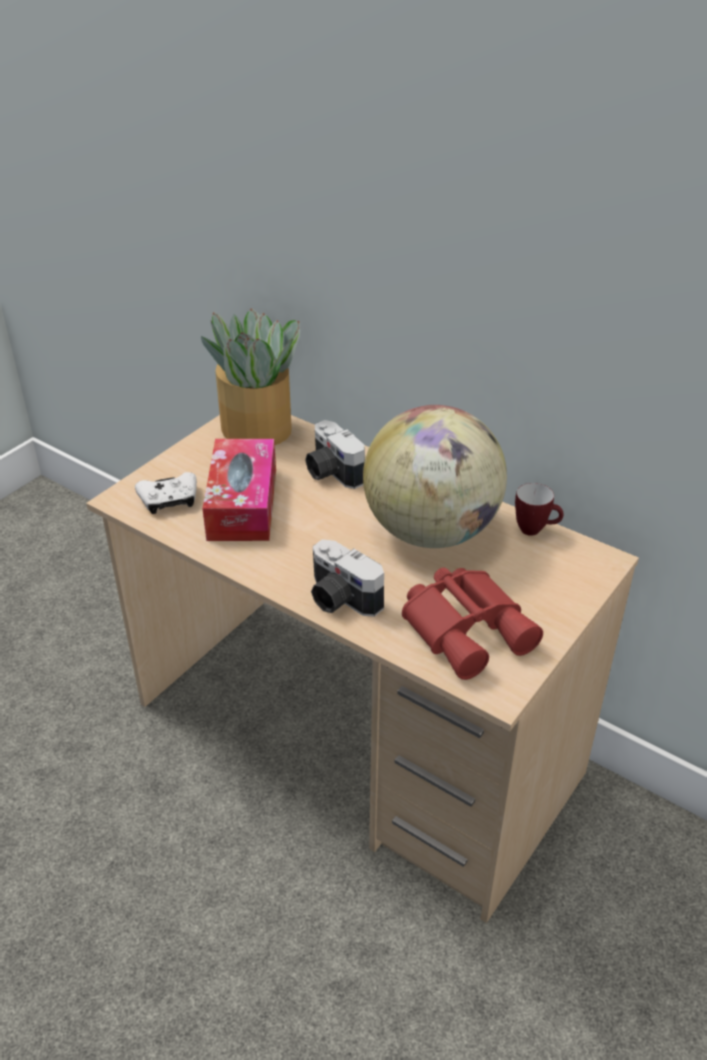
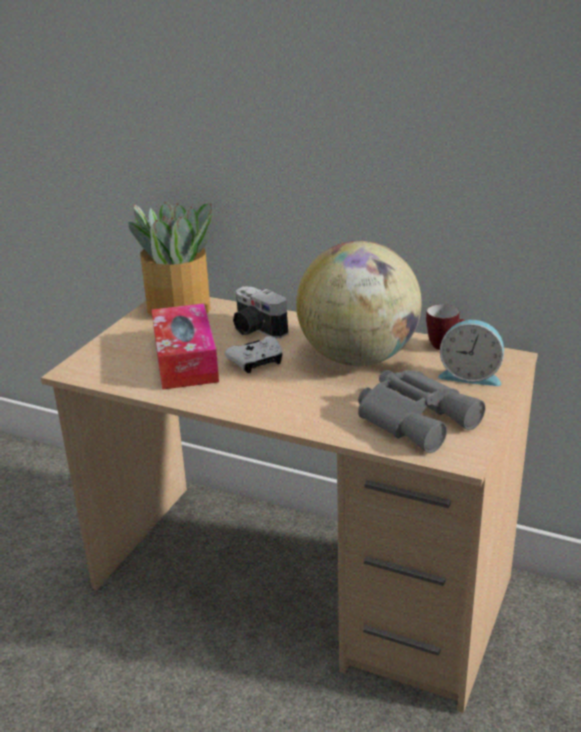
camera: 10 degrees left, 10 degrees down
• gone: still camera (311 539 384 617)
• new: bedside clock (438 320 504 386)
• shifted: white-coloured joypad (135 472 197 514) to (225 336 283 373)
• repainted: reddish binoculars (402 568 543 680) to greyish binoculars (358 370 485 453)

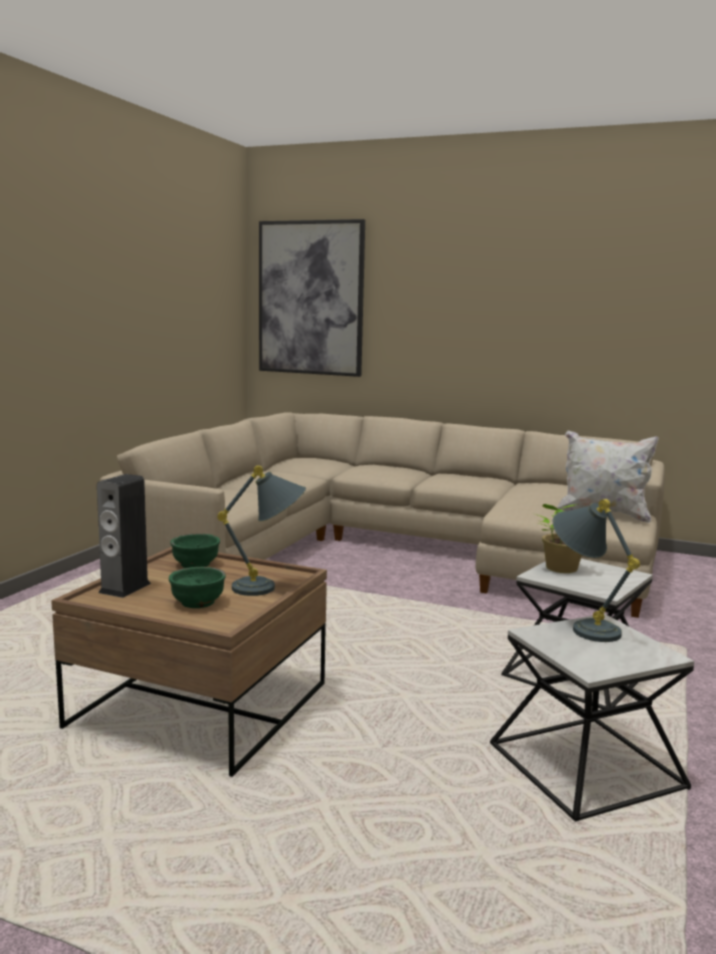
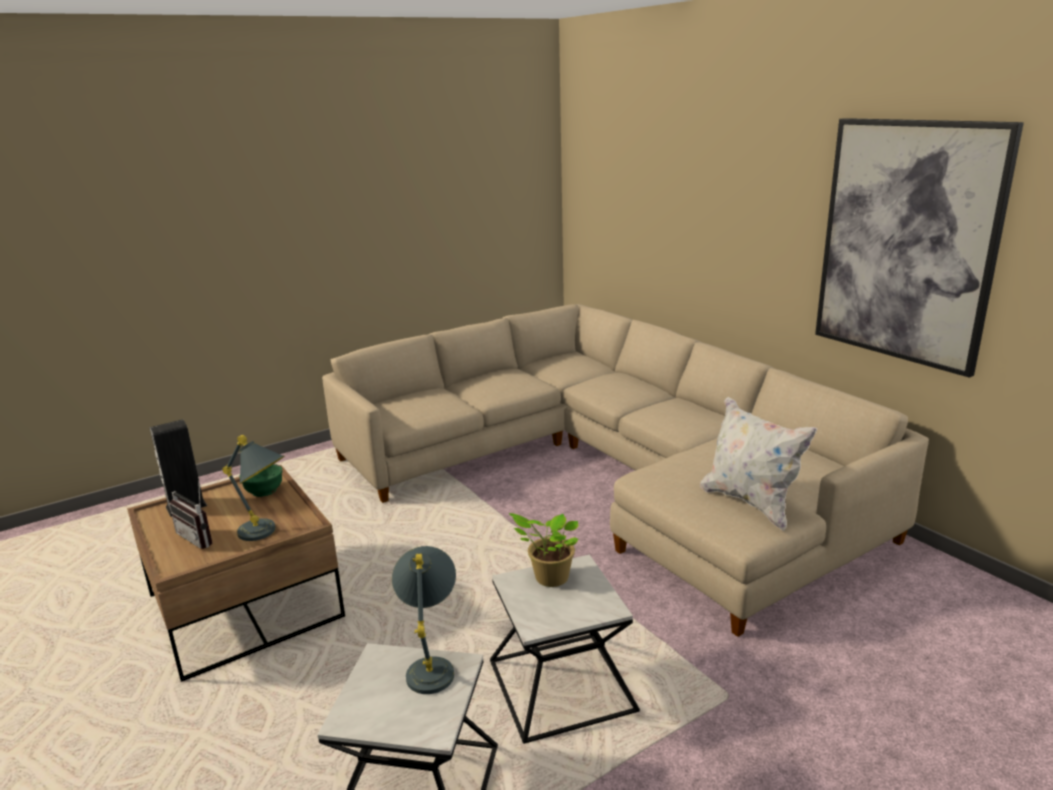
camera: 35 degrees right, 10 degrees up
• shifted: wall art (259 219 365 377) to (815 118 1024 378)
• swapped: green-coloured serving bowl (169 567 226 608) to radio set (169 478 213 549)

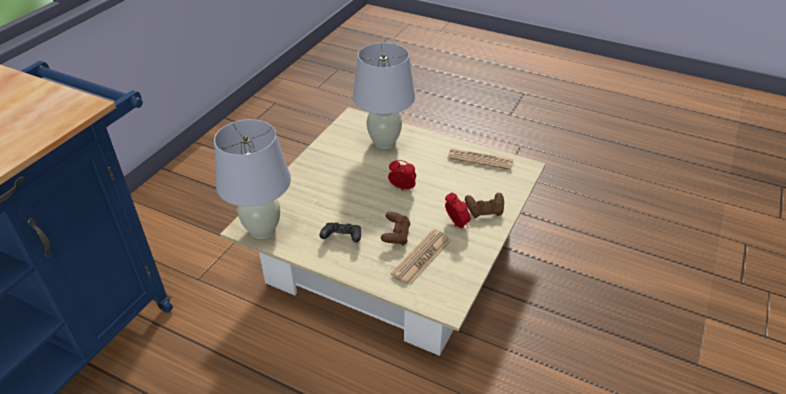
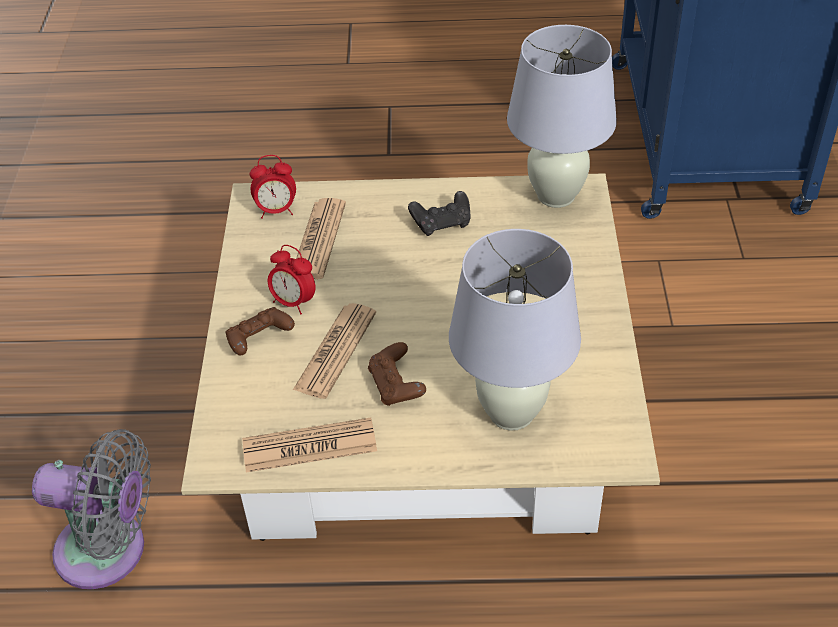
camera: 155 degrees right, 5 degrees up
• new: greyish electric fan (32 429 151 589)
• new: printed paper (293 303 376 399)
• shifted: brown joypad (381 212 410 246) to (368 342 426 406)
• shifted: bedside clock (388 160 416 190) to (250 155 296 219)

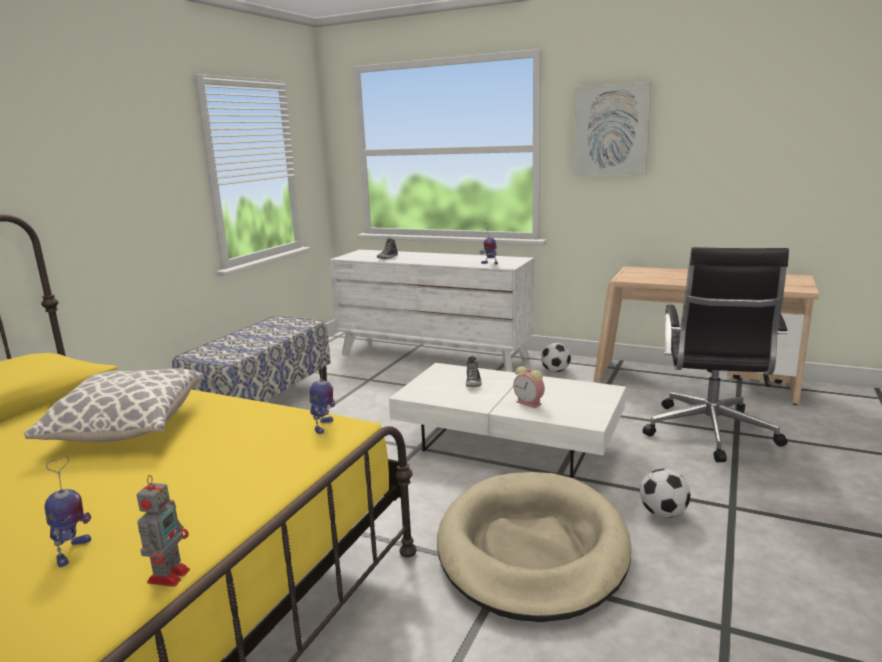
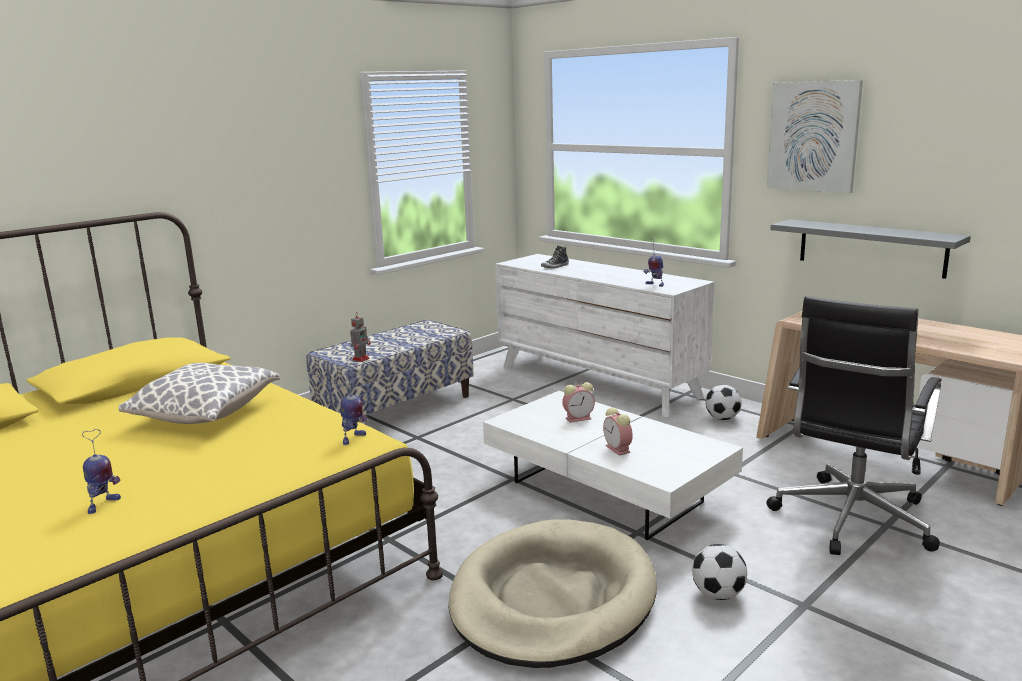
camera: 20 degrees right, 0 degrees up
• new: greyish wall shelf (770 219 971 279)
• shifted: toy robot (136 475 190 587) to (350 313 371 362)
• swapped: low shoe (466 356 482 388) to bedside clock (562 382 595 423)

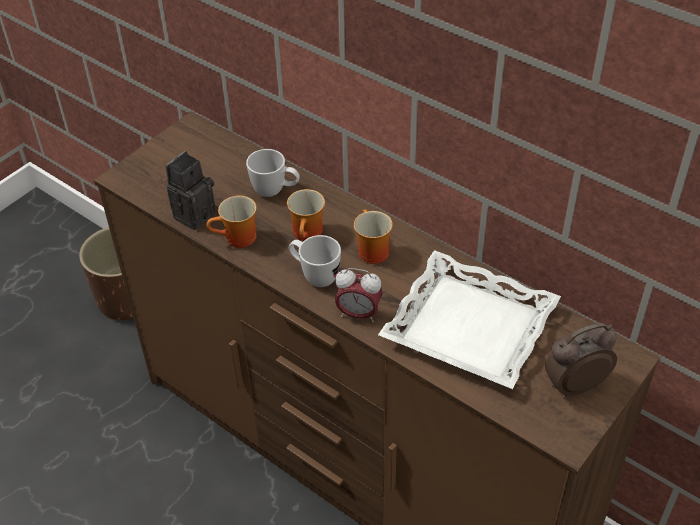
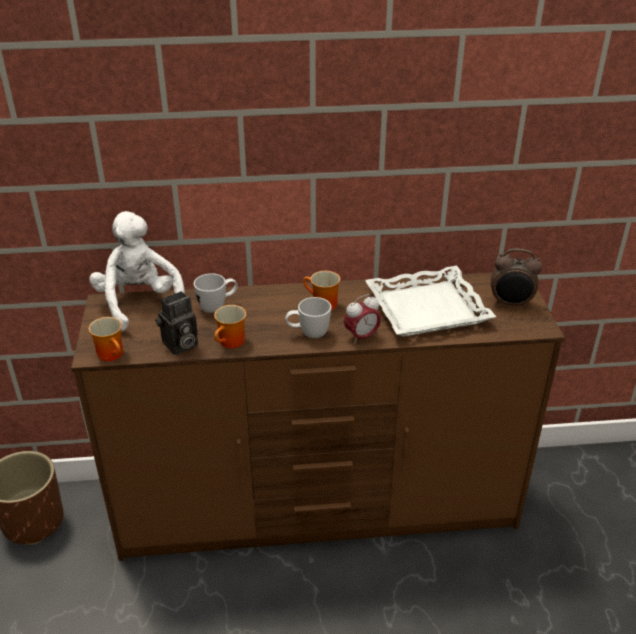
camera: 45 degrees left, 10 degrees down
• new: white-coloured soft toy (89 211 184 332)
• shifted: mug (287 189 325 241) to (89 317 123 361)
• rotated: still camera (166 151 216 230) = (155 291 198 355) 120 degrees counterclockwise
• rotated: bedside clock (545 323 617 399) = (491 249 542 308) 105 degrees counterclockwise

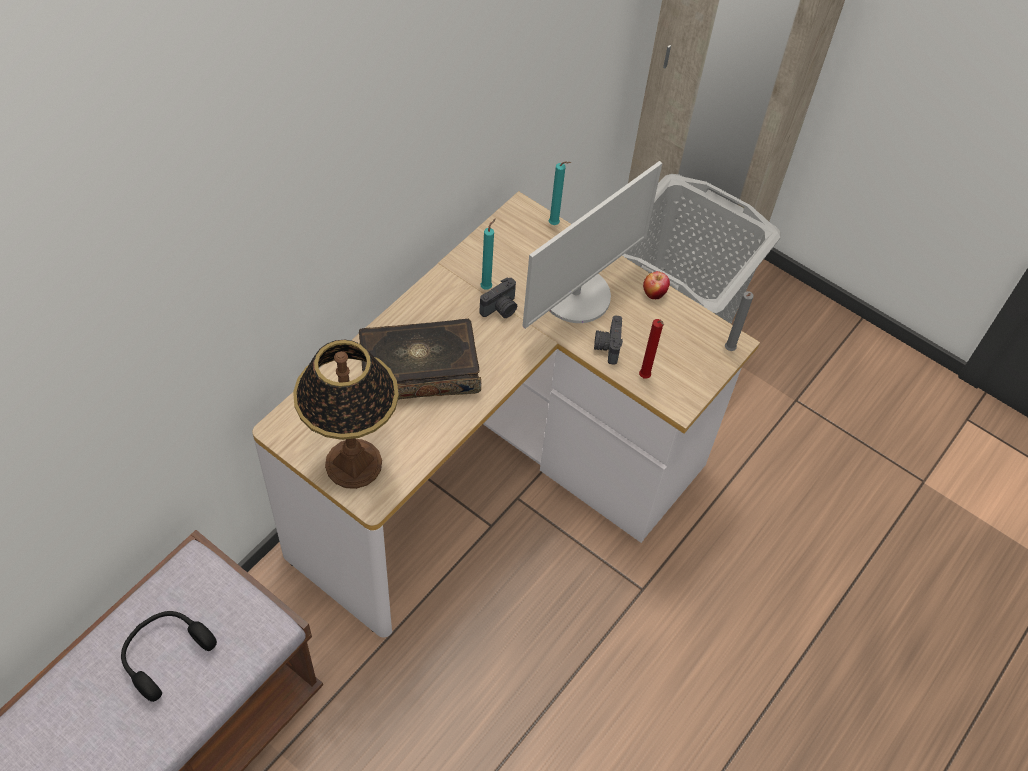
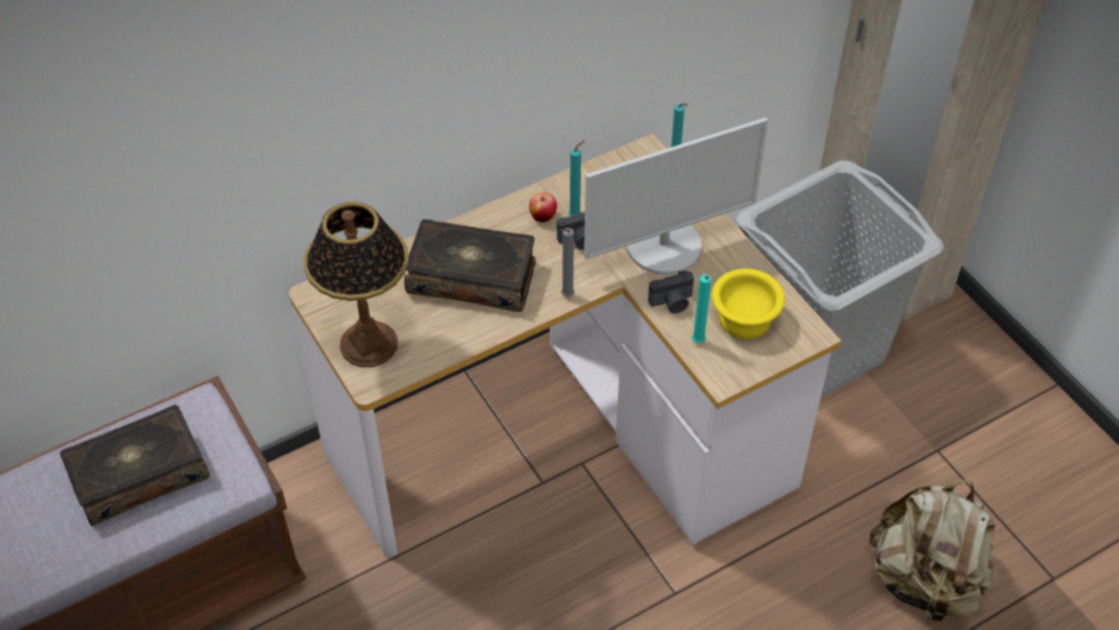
camera: 25 degrees right, 5 degrees down
• new: yellow serving bowl (712 269 785 339)
• new: beige-coloured backpack (869 480 995 625)
• shifted: apple fruit (643 271 670 299) to (529 193 557 222)
• shifted: greyish wax light (725 291 754 351) to (560 228 574 297)
• swapped: black headphones (121 611 217 702) to book (60 405 210 526)
• repainted: reddish wax light (639 319 664 379) to turquoise wax light (692 274 711 343)
• rotated: still camera (594 315 623 365) = (648 270 694 314) 135 degrees counterclockwise

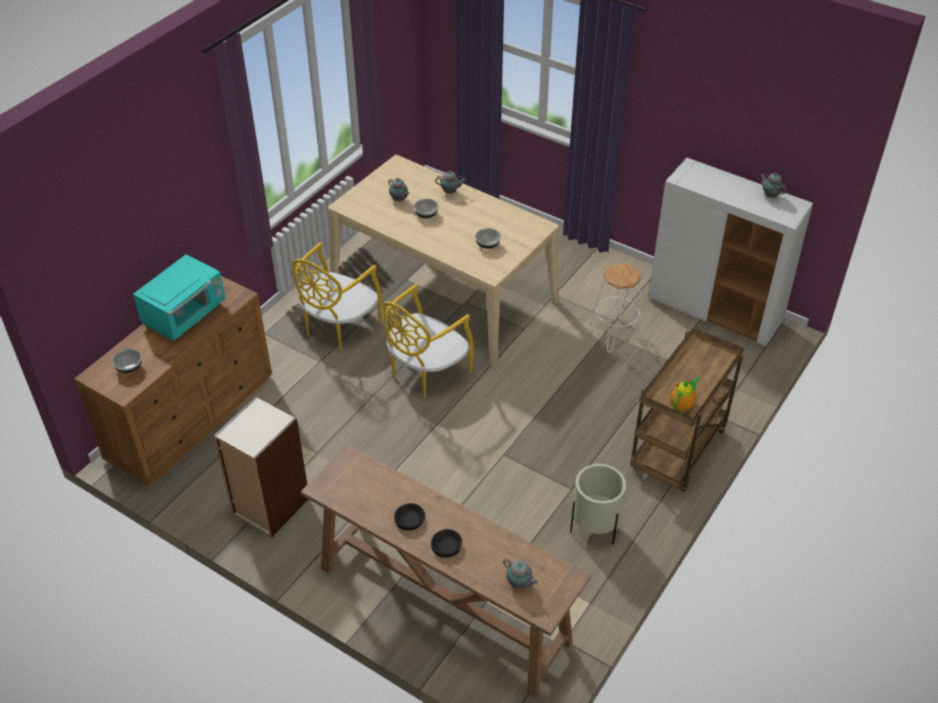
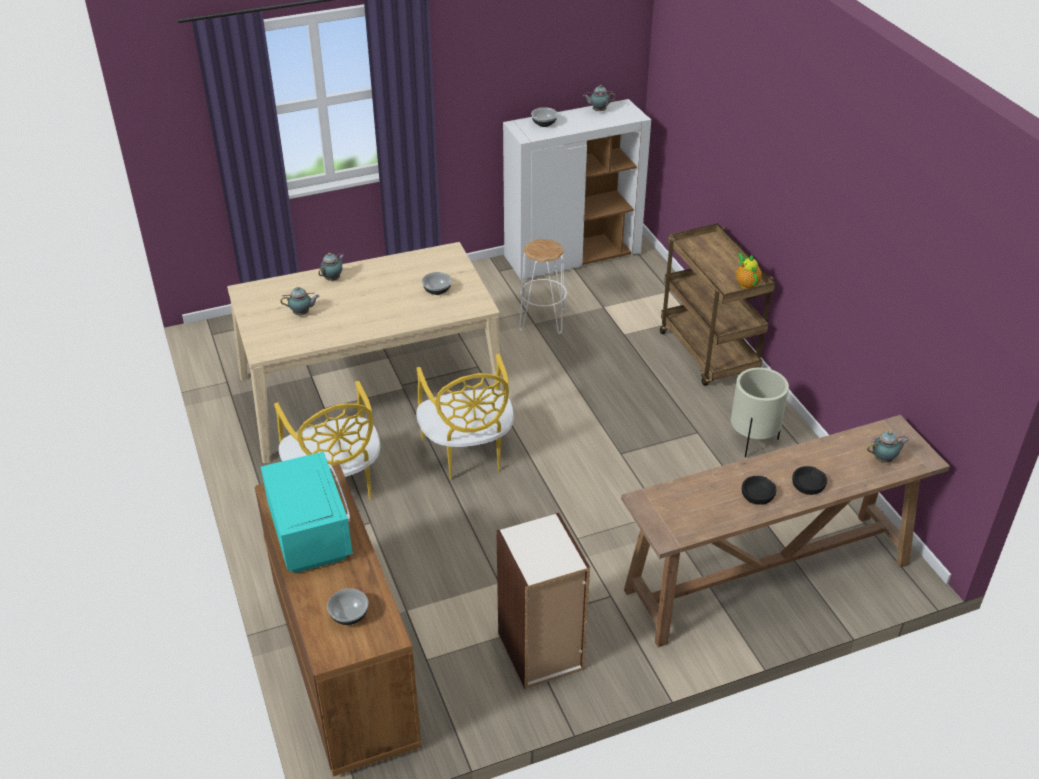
camera: 55 degrees left, 5 degrees down
• shifted: serving bowl (414 199 439 218) to (531 107 558 127)

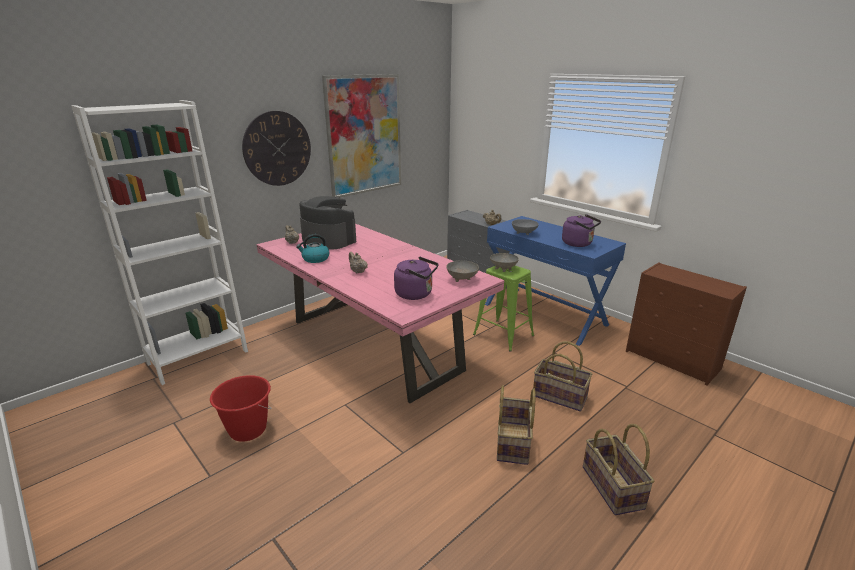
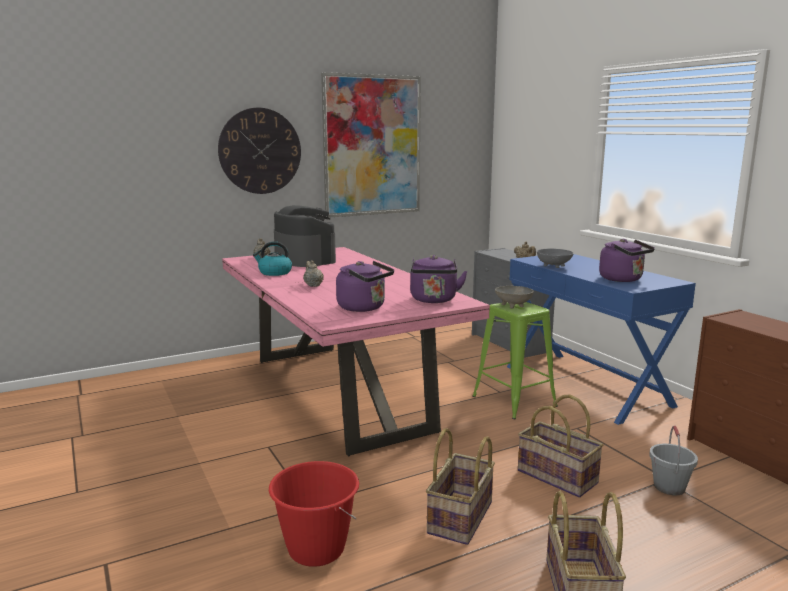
camera: 15 degrees right, 10 degrees down
• gone: white-coloured bookcase (71 100 248 385)
• new: greyish bucket (649 426 698 496)
• shifted: reddish bucket (210 375 271 442) to (269 461 359 567)
• swapped: greyish serving bowl (446 260 479 282) to purplish tea kettle (410 255 468 303)

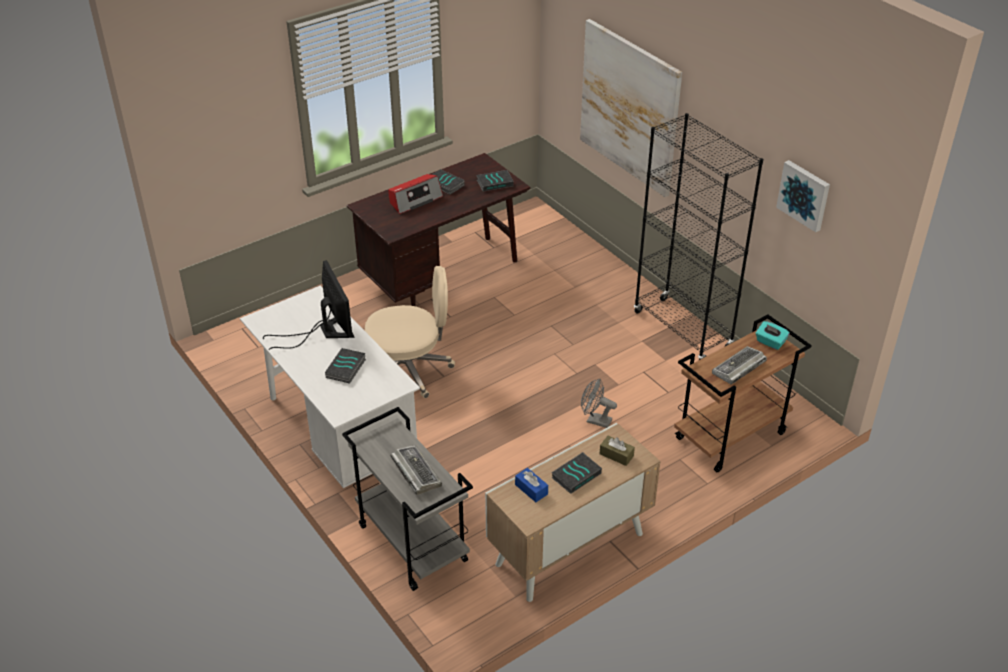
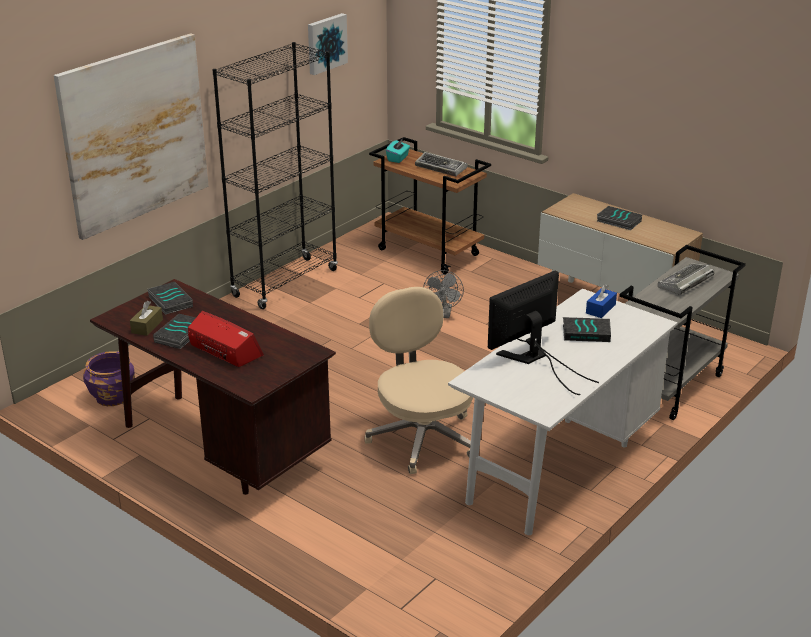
camera: 105 degrees left, 10 degrees down
• new: purplish planter (83 351 135 406)
• shifted: blue-coloured tissue box (515 468 548 502) to (586 284 617 318)
• shifted: brown tissue box (600 436 635 466) to (130 301 163 336)

